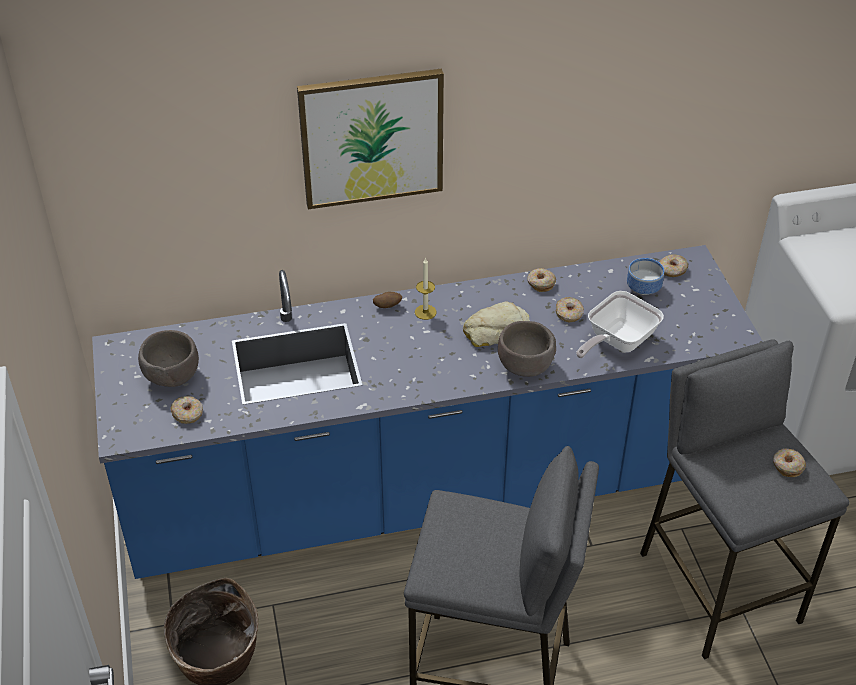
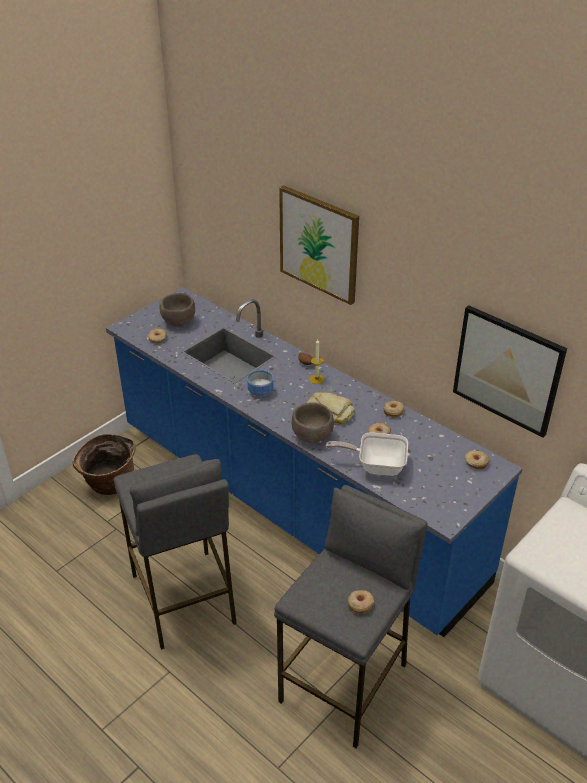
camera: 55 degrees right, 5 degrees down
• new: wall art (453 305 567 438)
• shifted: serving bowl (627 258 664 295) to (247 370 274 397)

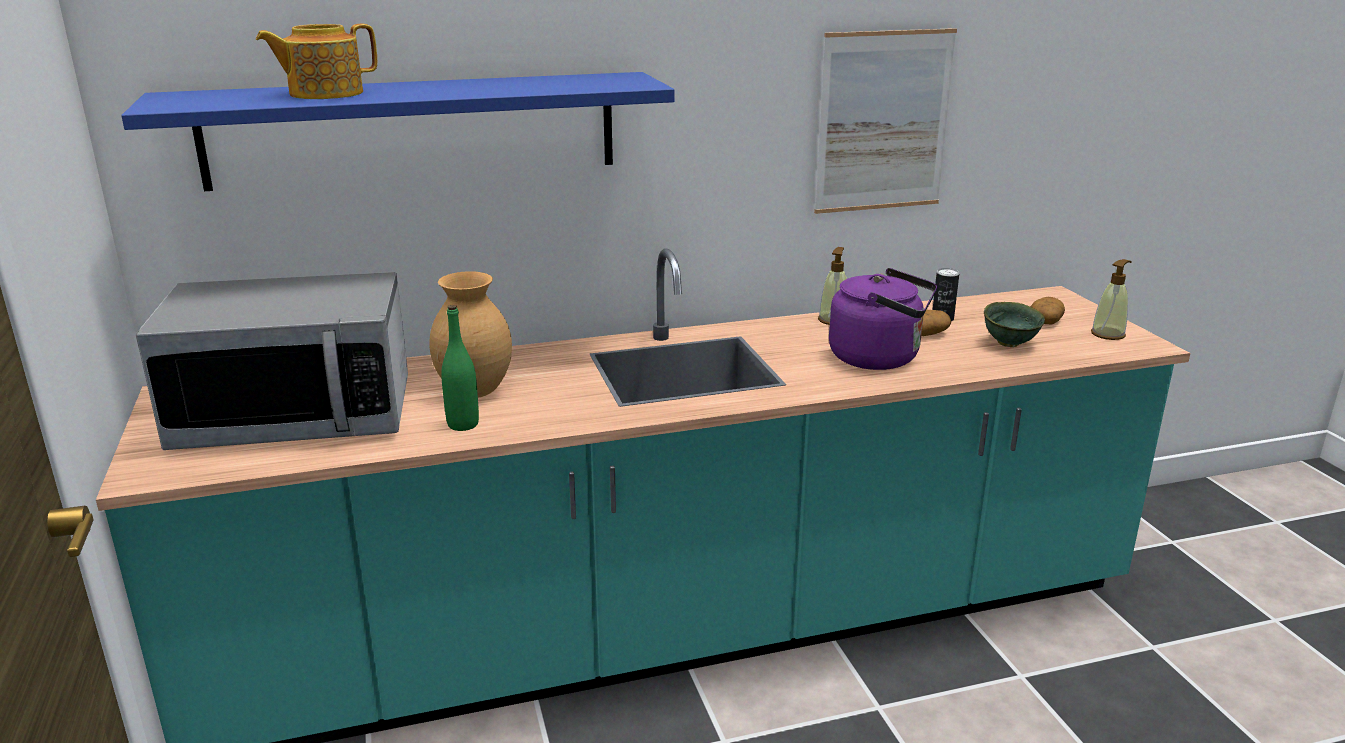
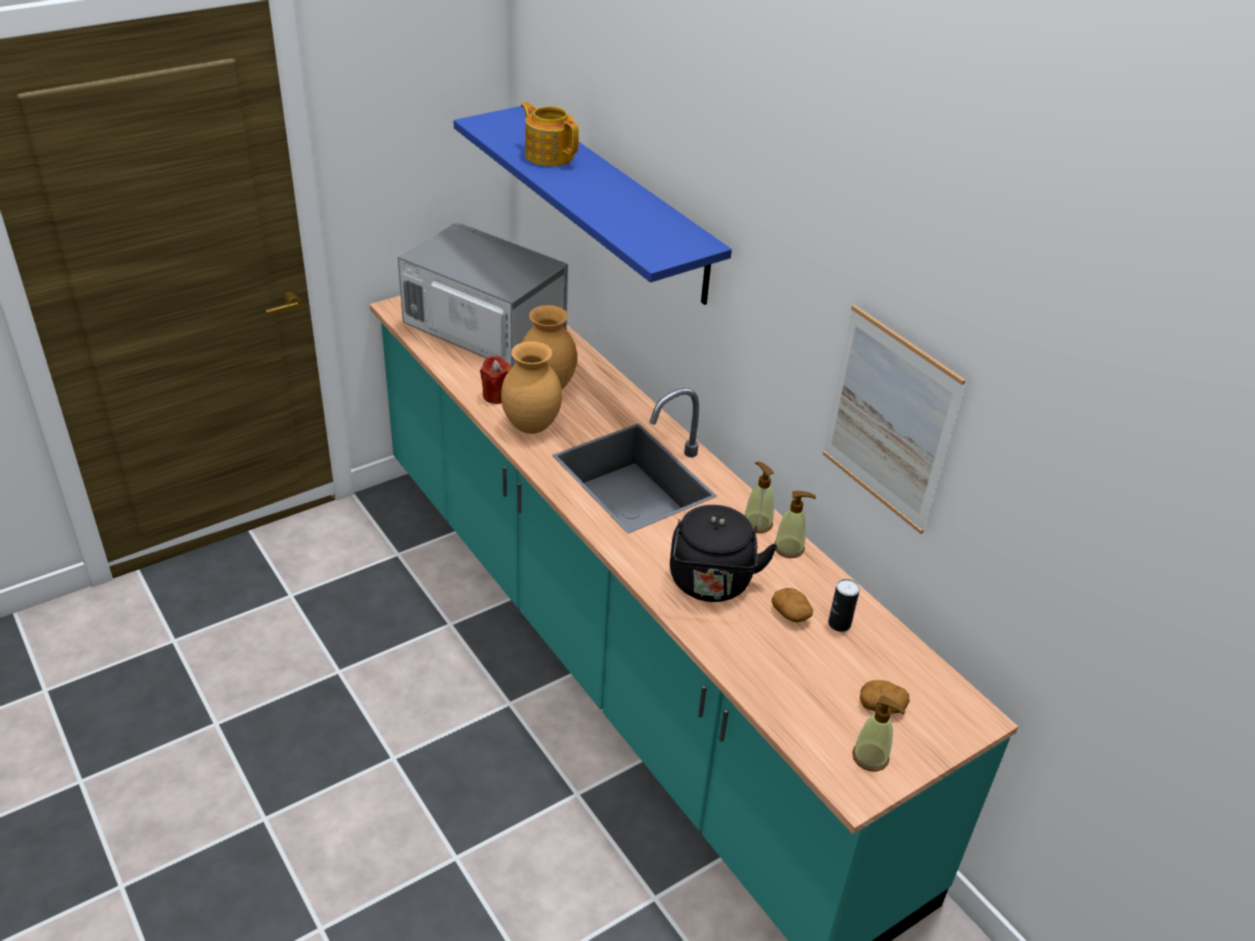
camera: 70 degrees right, 15 degrees up
• gone: green-coloured serving bowl (984 302 1045 347)
• new: brown vase (501 341 562 434)
• new: soap bottle (745 462 774 533)
• swapped: green-coloured bottle (441 305 479 431) to reddish wax light (480 356 511 404)
• repainted: purplish tea kettle (829 268 937 370) to black tea kettle (670 505 777 602)
• rotated: kitchen microwave (136 272 408 450) = (398 222 568 368) 150 degrees clockwise

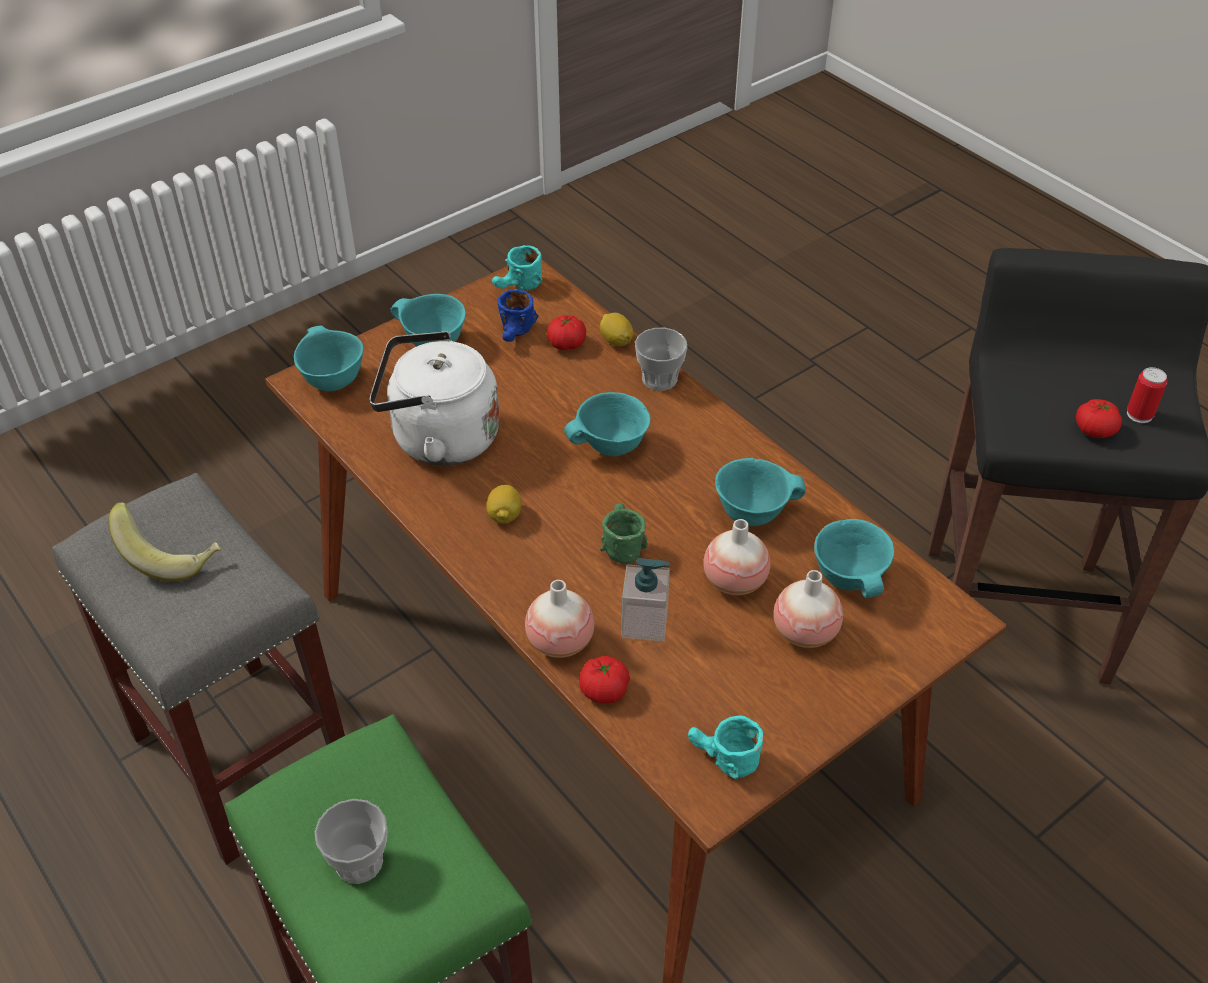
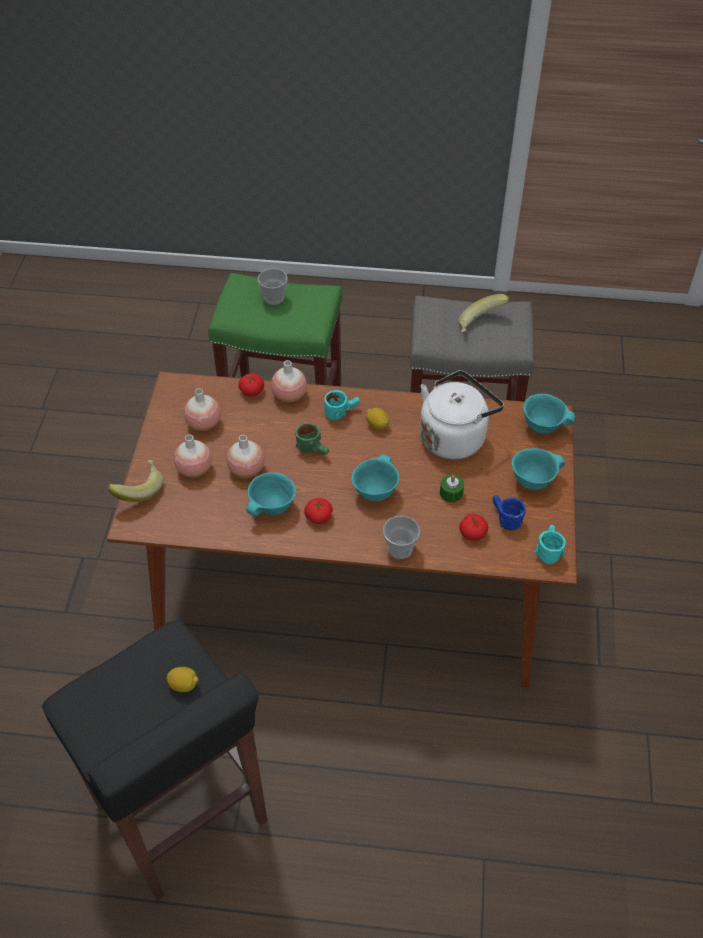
camera: 135 degrees right, 5 degrees up
• gone: soap bottle (622 558 670 642)
• gone: turquoise serving bowl (814 519 894 598)
• gone: metal can (1127 367 1167 423)
• new: whole banana (108 460 163 502)
• new: vase (184 389 221 431)
• new: green-coloured wax light (440 474 464 502)
• shifted: citrus fruit (600 313 634 346) to (167 667 199 692)
• shifted: turquoise mug (688 716 763 779) to (324 390 360 420)
• shifted: whole tomato (1076 399 1122 438) to (304 498 333 524)

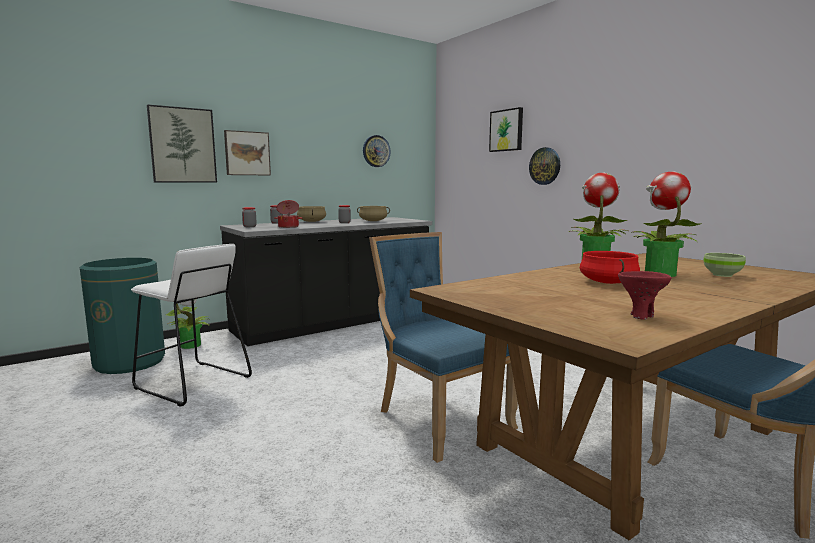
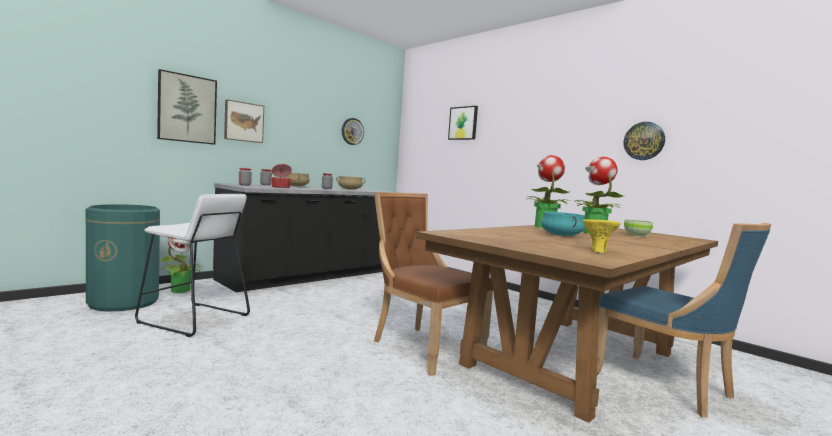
camera: 10 degrees left, 5 degrees down
• shifted: wall clock (529 147 560 185) to (624 122 665 160)
• repainted: blue-coloured upright chair (369 232 518 463) to brown upright chair (374 192 493 376)
• repainted: reddish cooking pot (580 251 640 284) to turquoise cooking pot (541 212 585 236)
• repainted: reddish serving bowl (618 271 671 320) to yellow serving bowl (583 219 621 253)

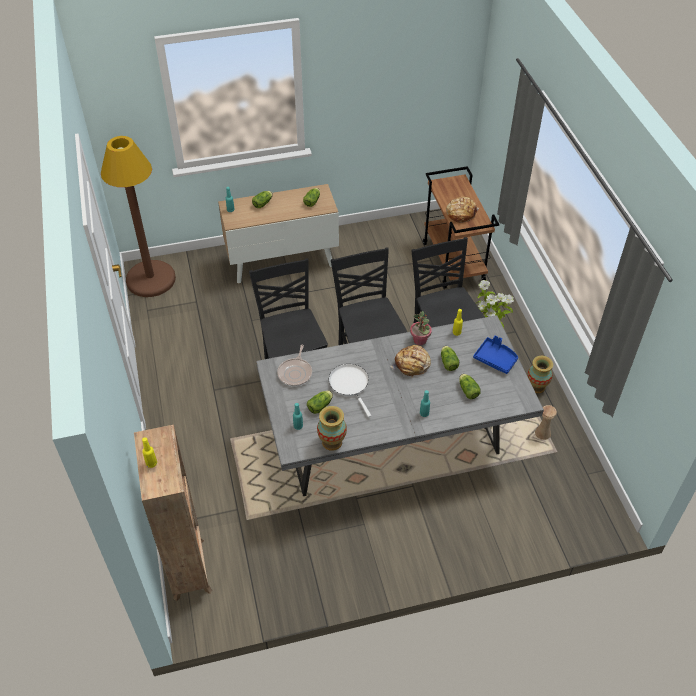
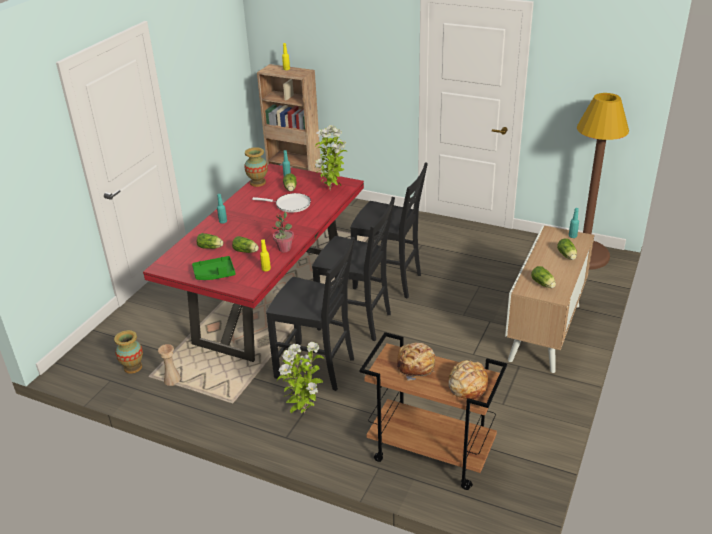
camera: 130 degrees right, 15 degrees down
• shifted: bread (390 345 431 378) to (448 360 489 399)
• shifted: vase (527 356 553 393) to (114 330 143 374)
• swapped: pan (277 345 312 386) to houseplant (315 125 347 190)
• repainted: greyish dining table (256 315 544 496) to reddish dining table (143 164 364 362)
• repainted: blue-coloured carrying tray (473 335 518 374) to green-coloured carrying tray (192 256 235 280)

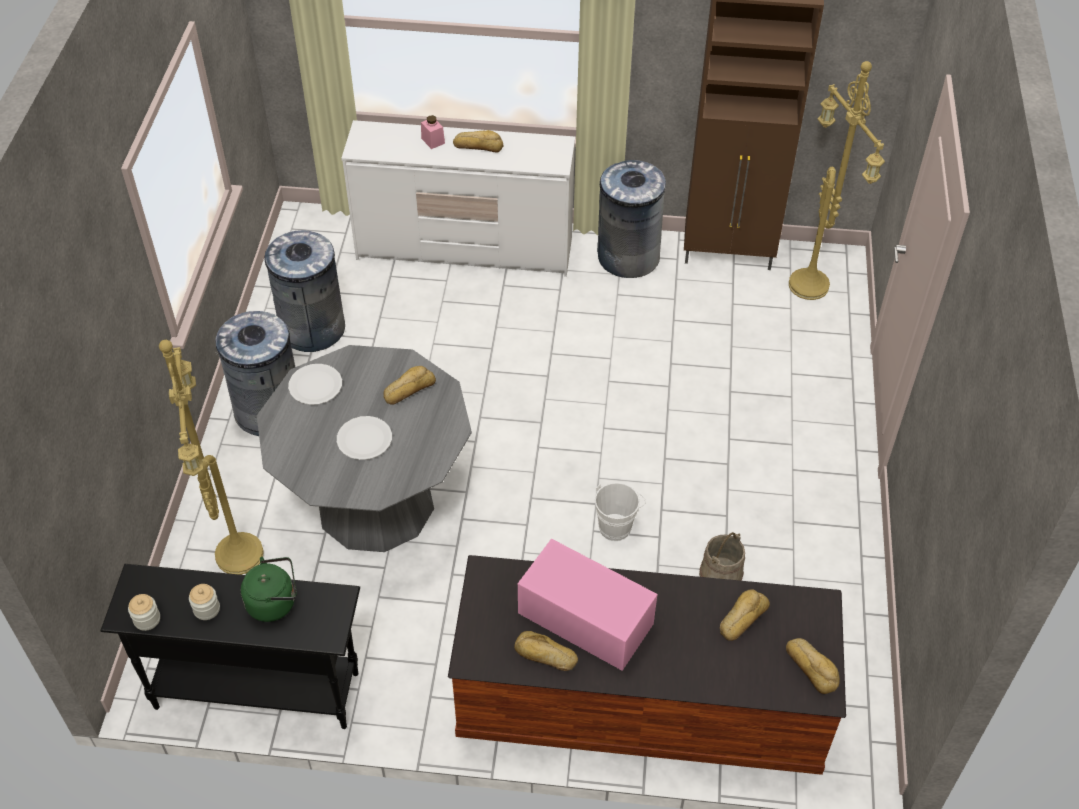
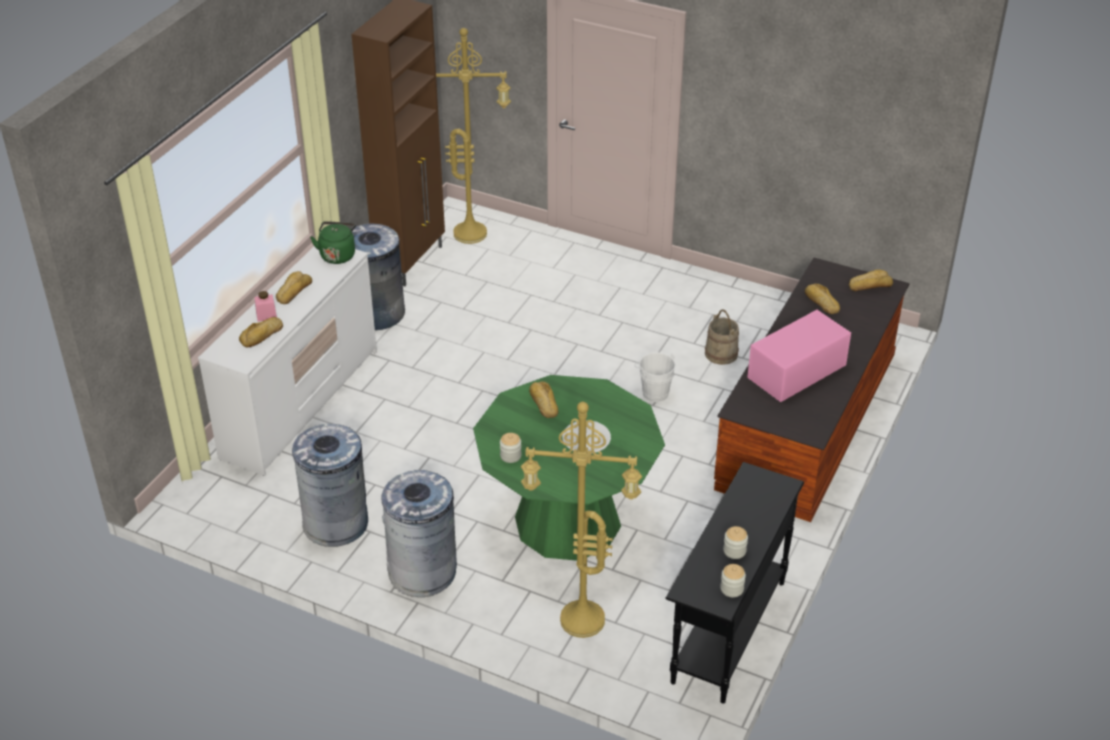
camera: 70 degrees left, 10 degrees down
• shifted: green-coloured tea kettle (241 557 297 622) to (310 221 356 264)
• shifted: bread (514 631 578 671) to (239 317 283 347)
• swapped: white-coloured plate (288 364 342 405) to preserve jar (500 433 522 463)
• repainted: greyish dining table (257 345 472 552) to green-coloured dining table (473 375 665 561)

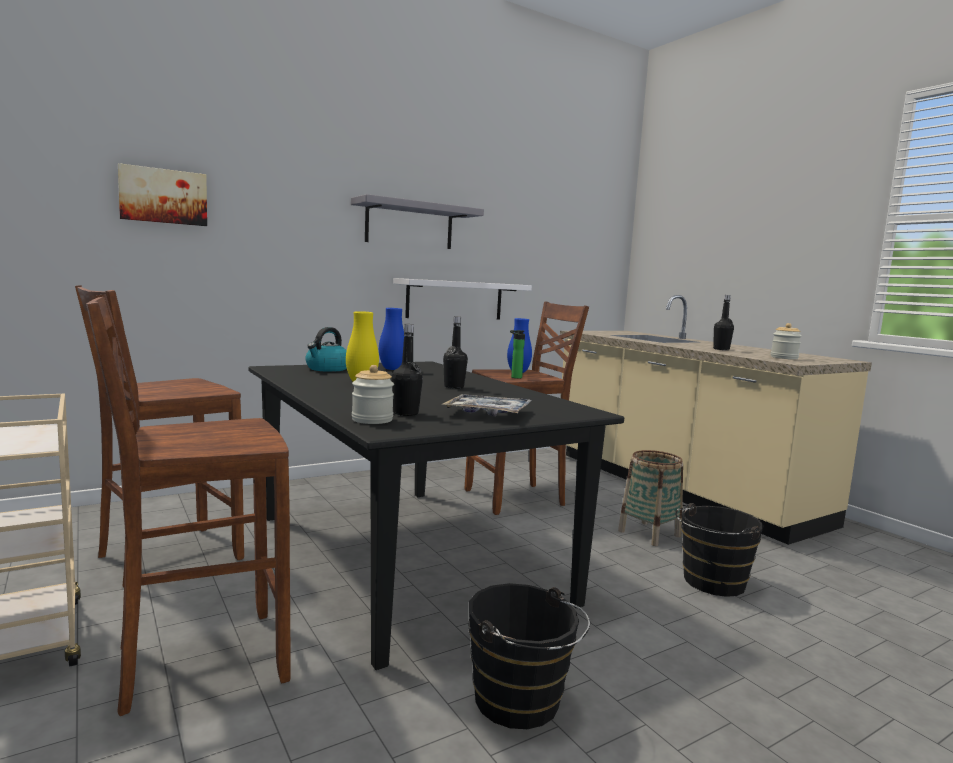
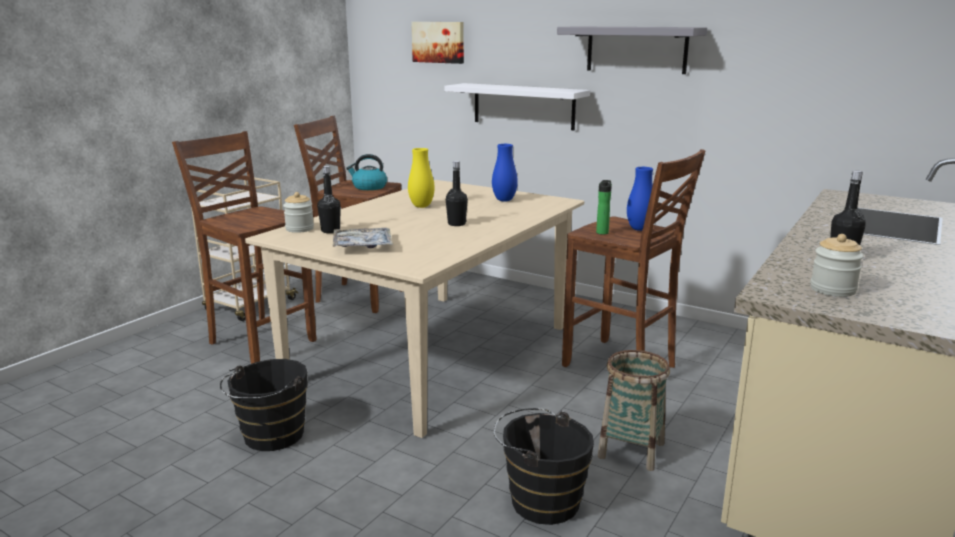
camera: 65 degrees right, 10 degrees up
• shifted: tea kettle (305 327 347 372) to (346 154 387 190)
• shifted: white-coloured wall shelf (393 278 532 320) to (444 83 590 130)
• repainted: black dining table (248 361 624 670) to beige-coloured dining table (245 180 584 438)

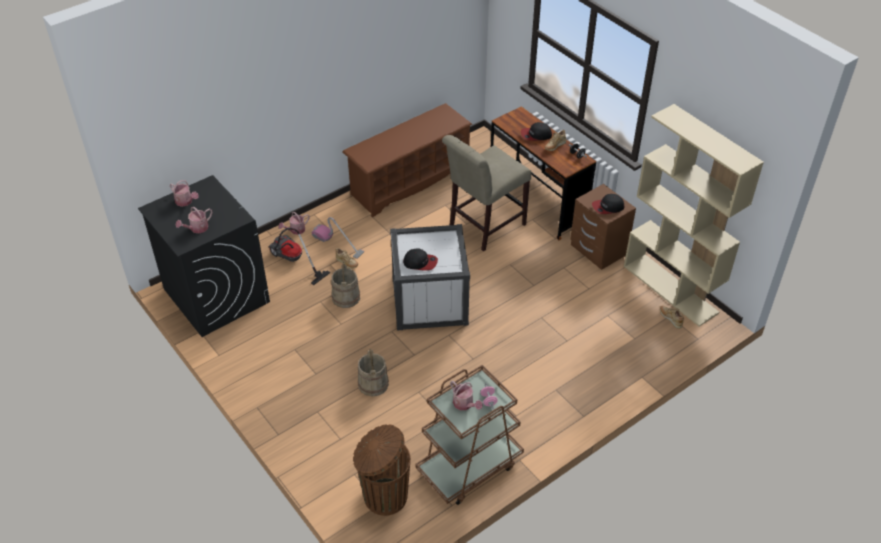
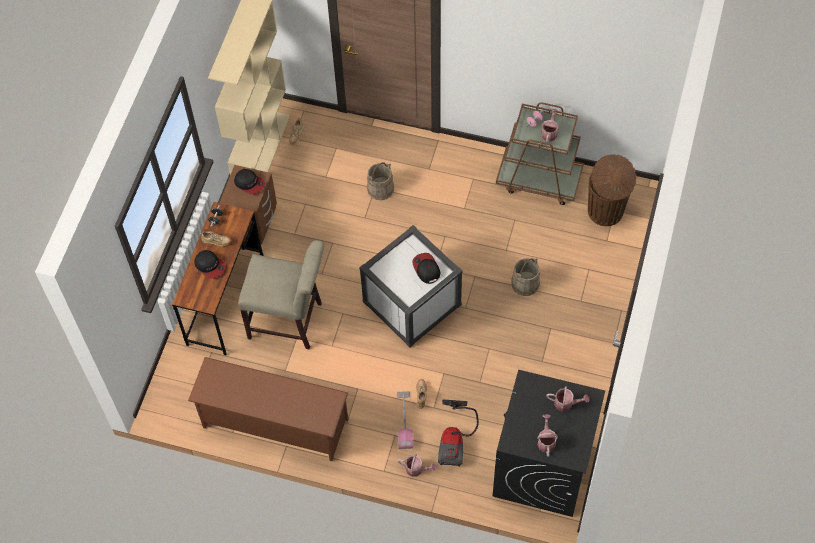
camera: 125 degrees left, 15 degrees up
• shifted: beige-coloured bucket (331 263 360 308) to (367 162 394 200)

